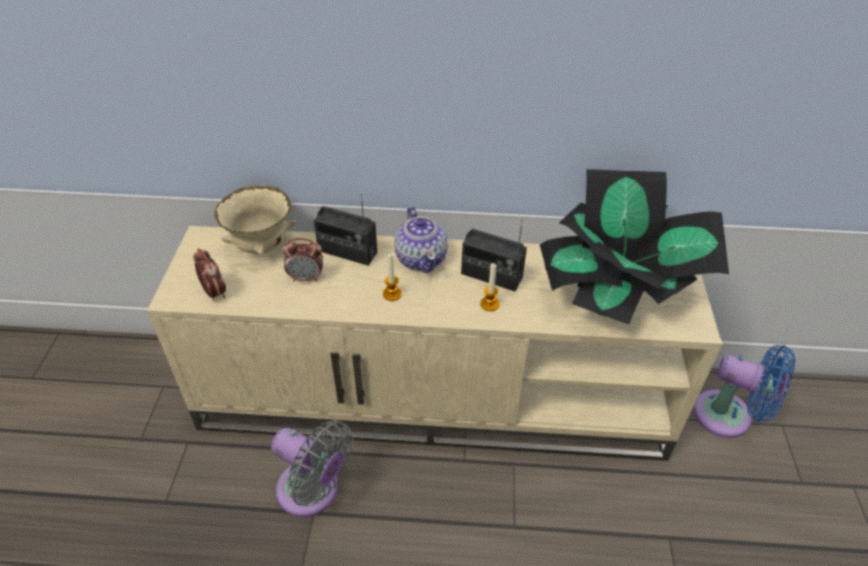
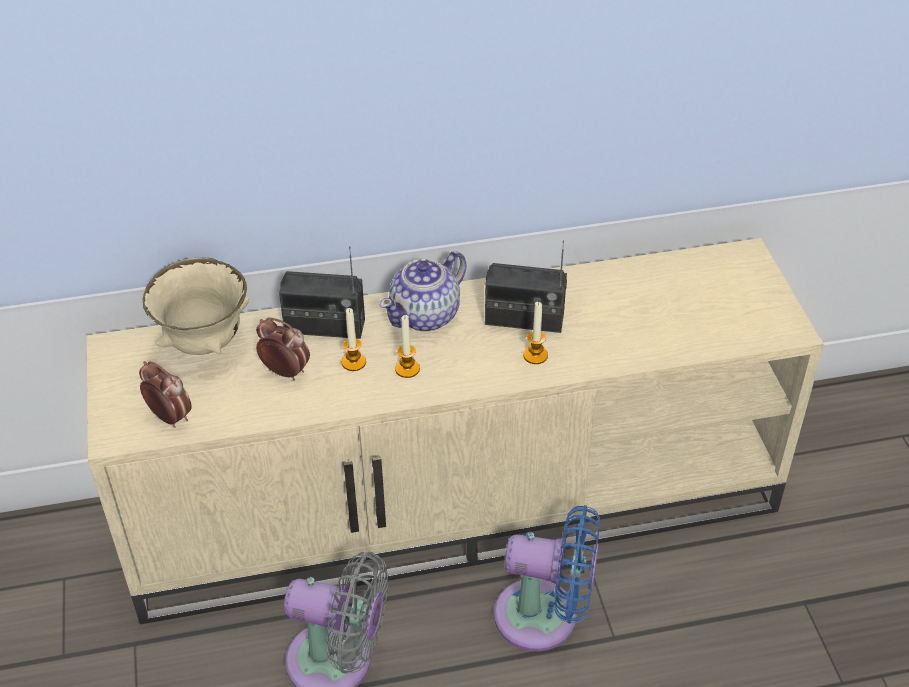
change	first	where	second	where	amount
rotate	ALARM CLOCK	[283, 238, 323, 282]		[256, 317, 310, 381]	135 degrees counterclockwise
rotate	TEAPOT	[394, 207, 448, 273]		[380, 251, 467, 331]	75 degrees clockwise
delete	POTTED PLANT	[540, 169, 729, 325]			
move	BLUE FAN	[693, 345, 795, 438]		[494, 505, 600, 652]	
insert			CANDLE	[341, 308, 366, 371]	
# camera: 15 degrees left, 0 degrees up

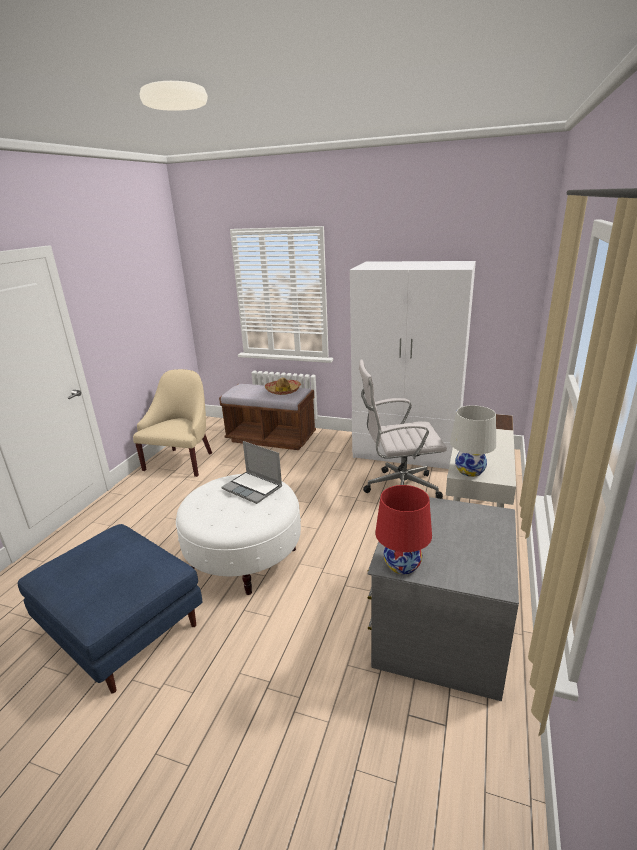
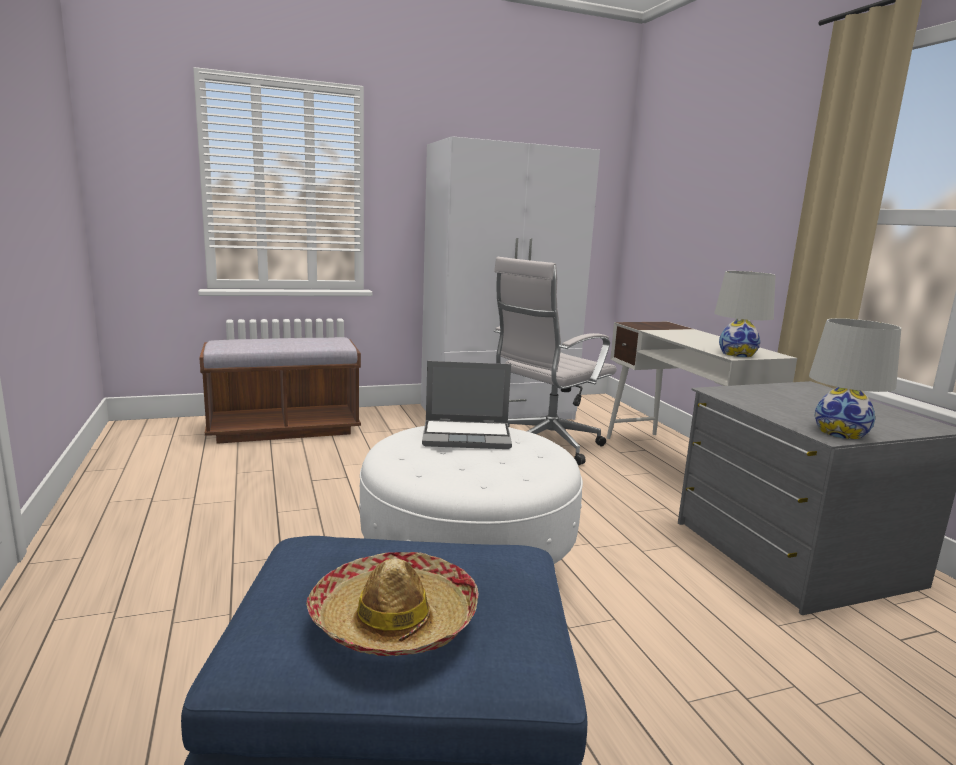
change	first	where	second	where	amount
delete	BEIGE ARMCHAIR	[133, 369, 212, 477]			
move	HAT	[265, 378, 301, 395]		[306, 552, 479, 656]	
recolor	RED TABLE LAMP	[375, 485, 432, 575]	WHITE TABLE LAMP	[809, 318, 901, 439]	
# camera: 40 degrees left, 10 degrees down

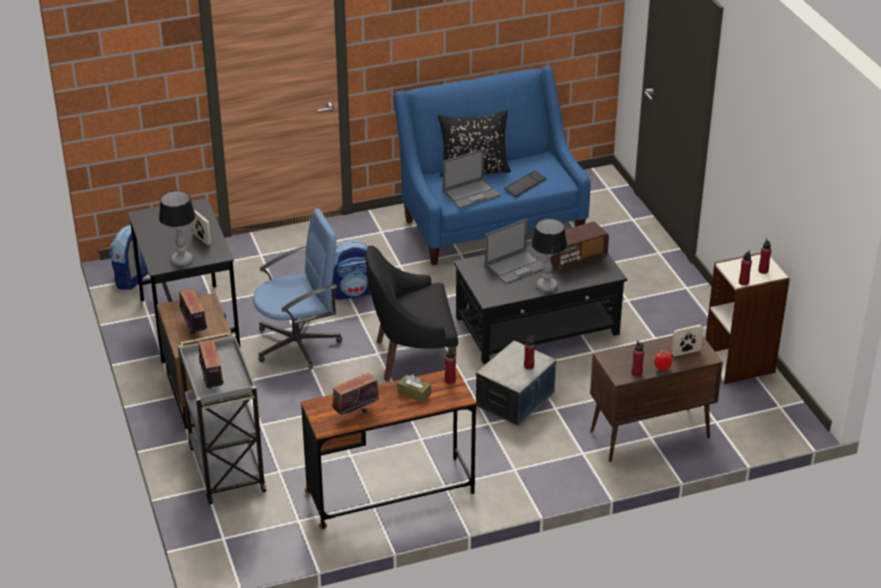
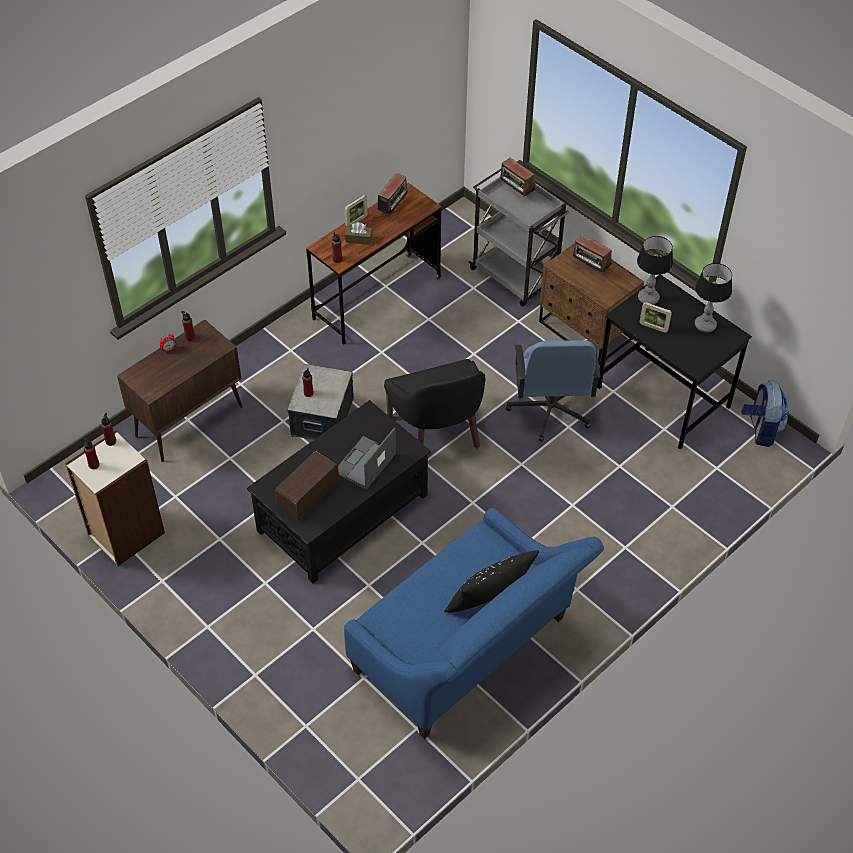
change	first	where	second	where	amount
rotate	BLUE OFFICE CHAIR	[253, 209, 342, 369]		[506, 340, 600, 442]	45 degrees counterclockwise
delete	BACKPACK	[332, 240, 371, 300]			
rotate	BLACK ARMCHAIR	[366, 246, 458, 381]		[384, 359, 485, 449]	105 degrees clockwise
delete	LAPTOP	[443, 149, 501, 208]			
delete	KEYBOARD	[504, 171, 547, 197]			
move	TABLE LAMP	[531, 218, 567, 292]		[695, 263, 732, 332]	
move	PICTURE FRAME	[671, 324, 703, 357]		[345, 195, 368, 227]	
# camera: 155 degrees right, 15 degrees up

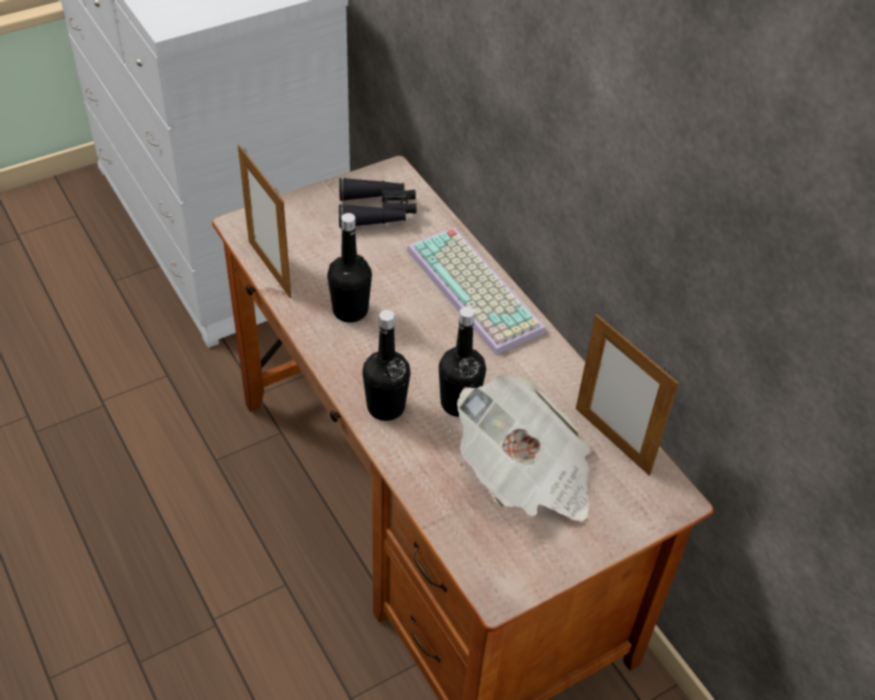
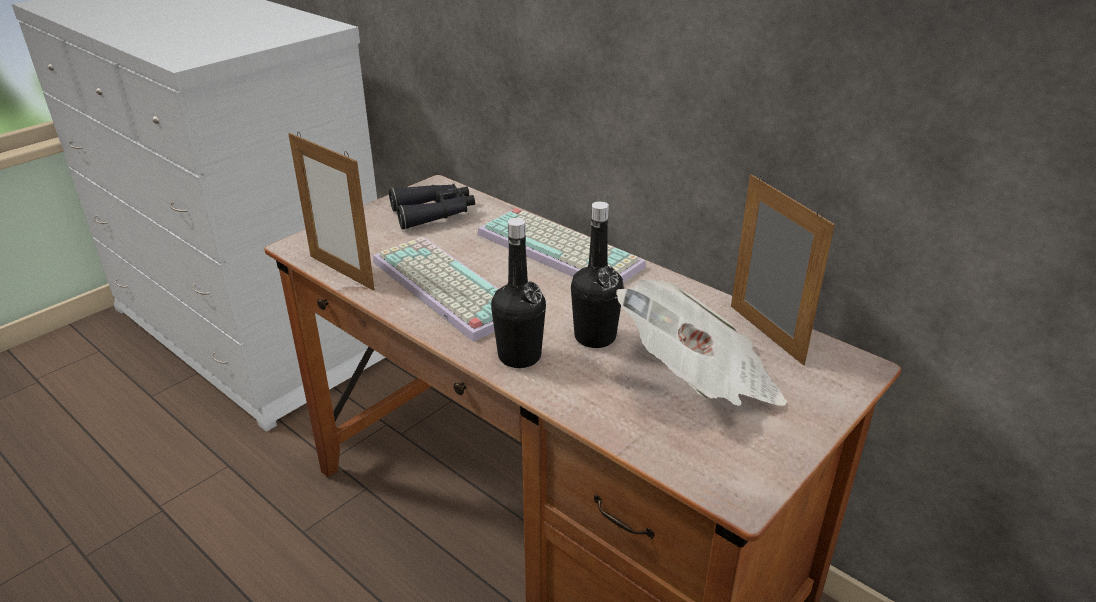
change	first	where	second	where	amount
replace	BLACK BOTTLE	[327, 213, 372, 323]	KEYBOARD	[373, 237, 498, 342]	
rotate	PICTURE FRAME	[576, 314, 679, 476]		[731, 174, 835, 365]	150 degrees counterclockwise
# camera: 15 degrees left, 15 degrees down

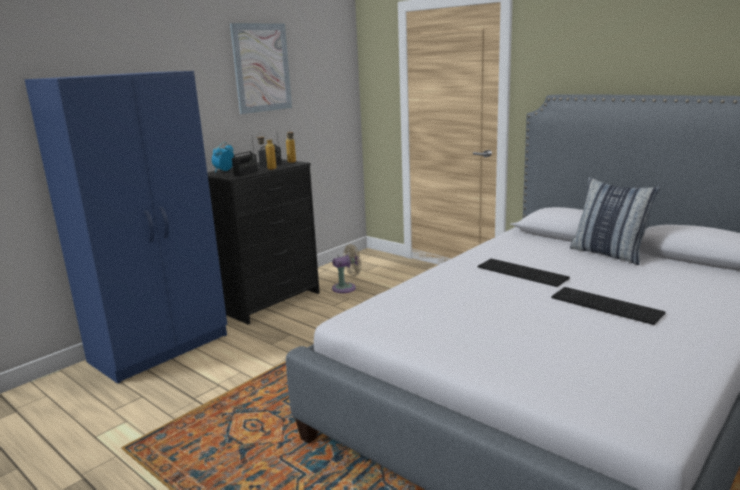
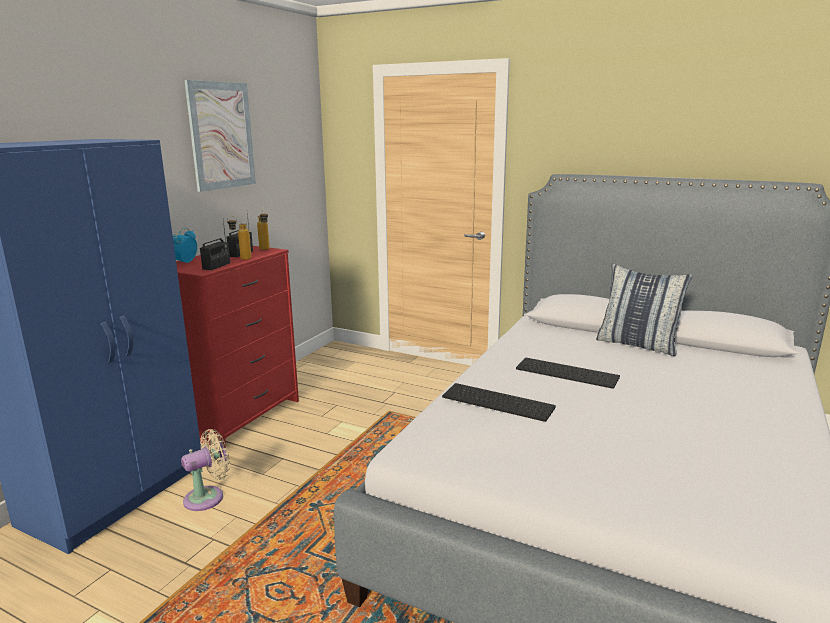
change	first	where	second	where	amount
recolor	BLACK DRESSER	[207, 159, 320, 325]	RED DRESSER	[176, 246, 299, 448]	
move	BEIGE FAN	[332, 244, 362, 293]		[181, 429, 230, 511]	
move	KEYBOARD	[551, 287, 666, 325]		[442, 383, 556, 422]	
# camera: 15 degrees left, 0 degrees up

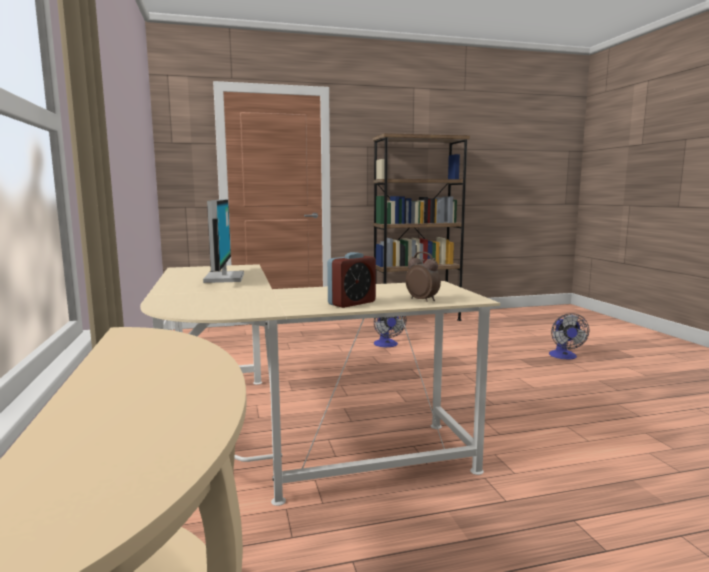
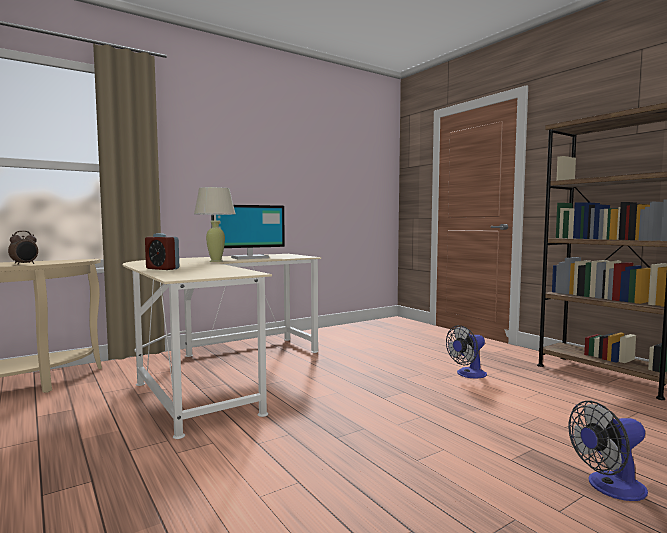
change	first	where	second	where	amount
move	ALARM CLOCK	[406, 252, 441, 302]		[8, 231, 38, 265]	
insert			BEIGE TABLE LAMP	[194, 187, 235, 262]	
# camera: 70 degrees right, 5 degrees down

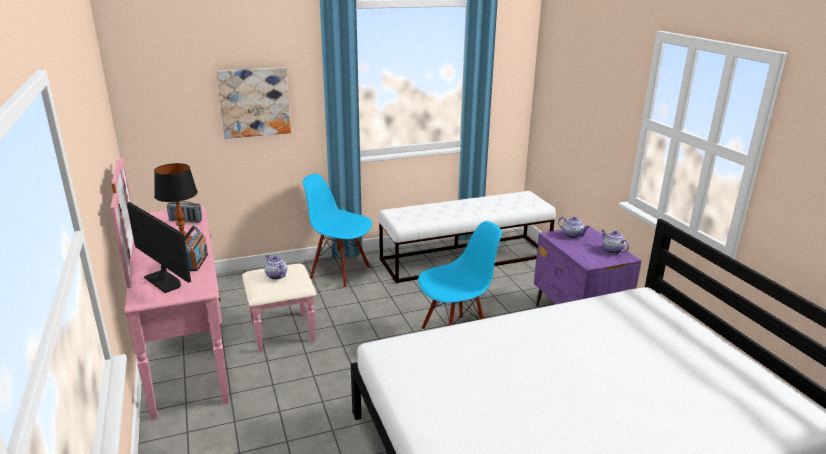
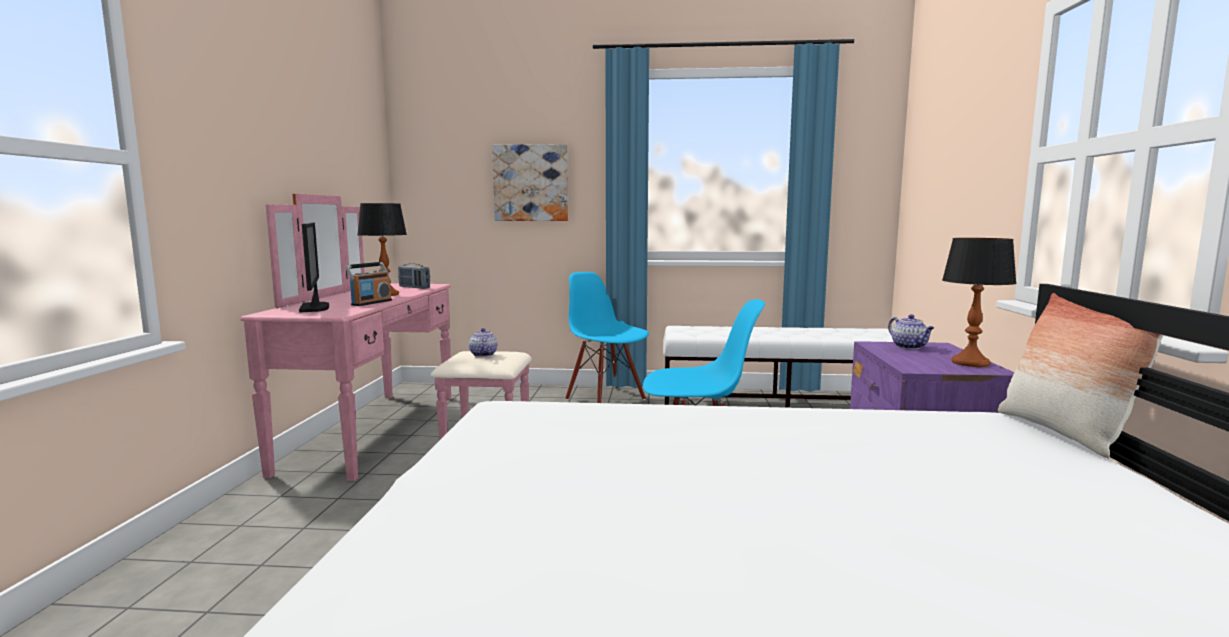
change	first	where	second	where	amount
replace	TEAPOT	[601, 230, 629, 254]	TABLE LAMP	[942, 238, 1017, 367]	
insert			PILLOW	[998, 293, 1163, 458]	
# camera: 25 degrees right, 15 degrees down

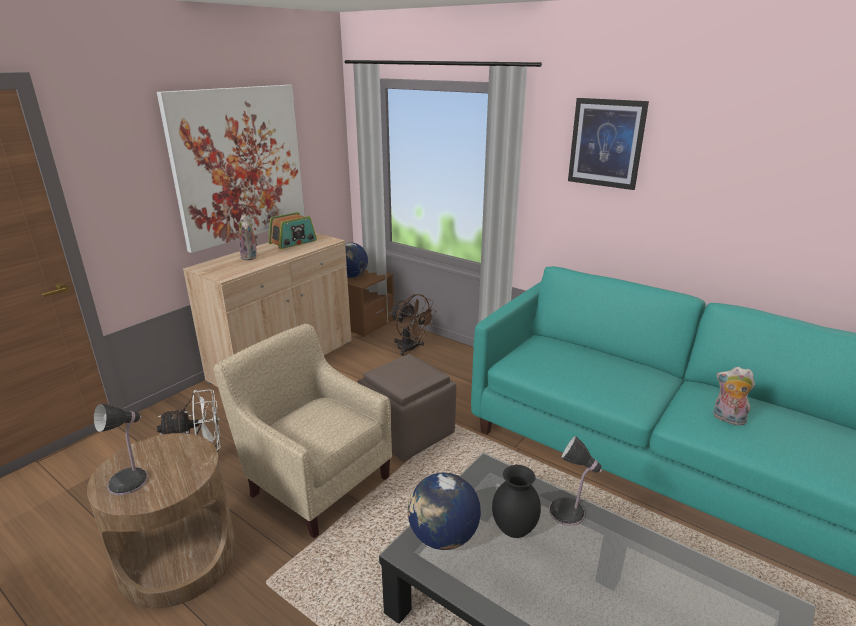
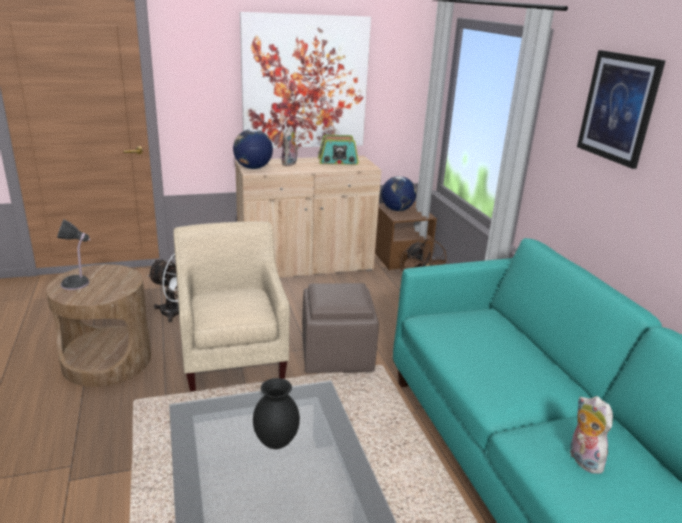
change	first	where	second	where	amount
move	GLOBE	[408, 473, 481, 550]		[233, 129, 273, 169]	
delete	TABLE LAMP	[549, 436, 602, 526]			
# camera: 35 degrees right, 0 degrees up

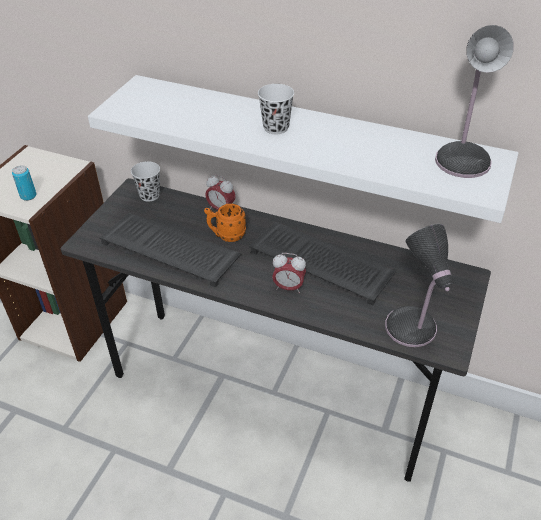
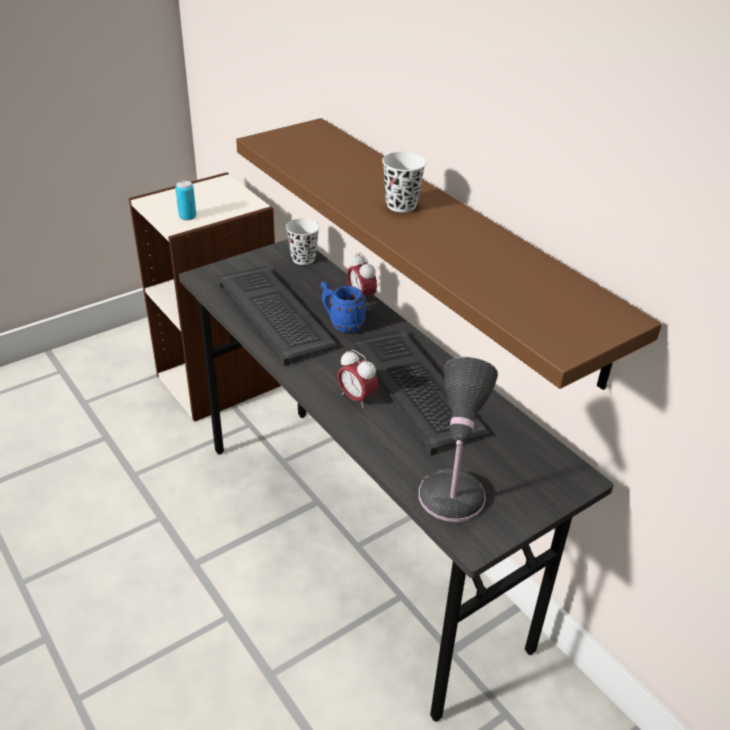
change	first	where	second	where	amount
recolor	WHITE SHELF	[88, 75, 519, 223]	BROWN SHELF	[236, 118, 662, 390]	
recolor	ORANGE MUG	[204, 203, 246, 242]	BLUE MUG	[321, 281, 366, 333]	
delete	TABLE LAMP	[435, 25, 514, 178]			
# camera: 30 degrees right, 5 degrees down

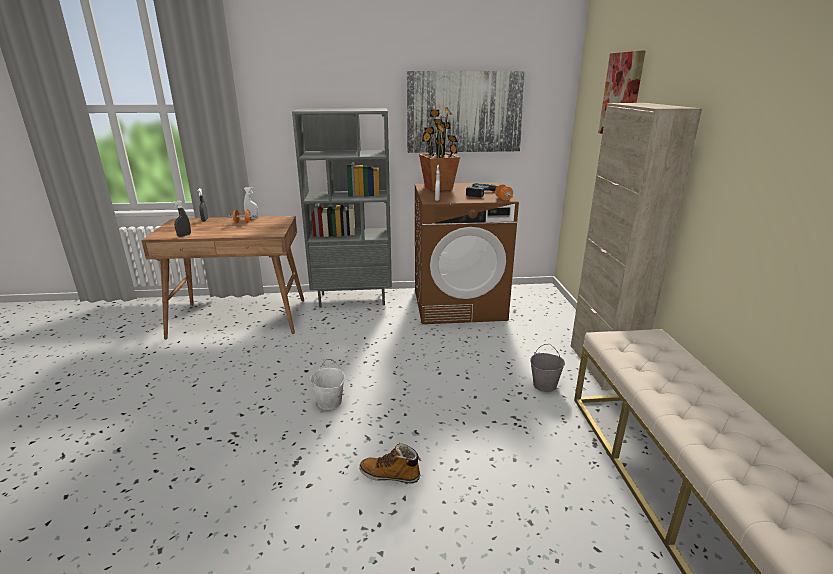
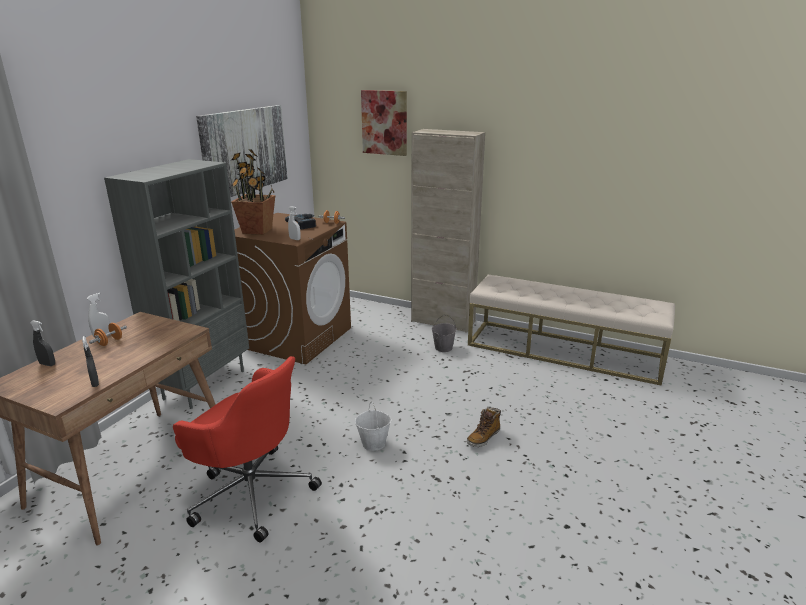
change	first	where	second	where	amount
insert			RED OFFICE CHAIR	[173, 356, 322, 542]	
# camera: 60 degrees left, 0 degrees up

